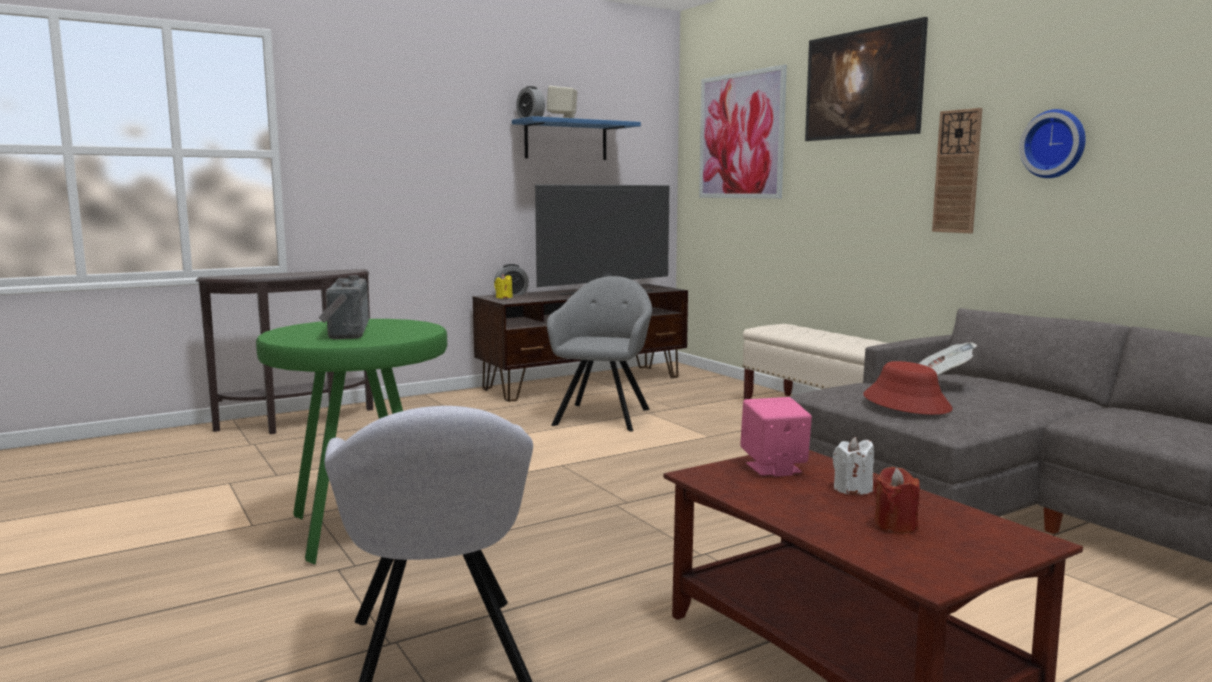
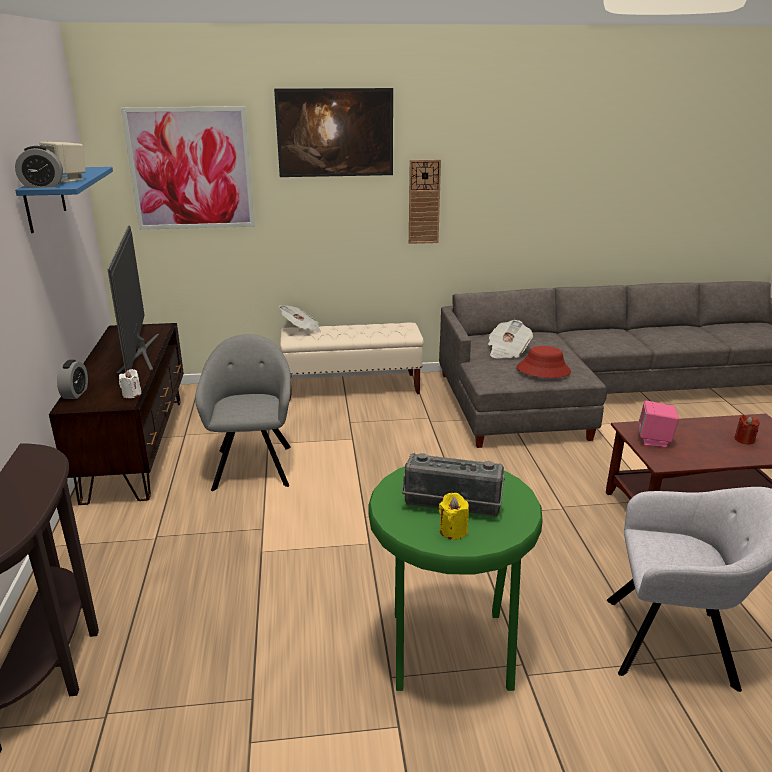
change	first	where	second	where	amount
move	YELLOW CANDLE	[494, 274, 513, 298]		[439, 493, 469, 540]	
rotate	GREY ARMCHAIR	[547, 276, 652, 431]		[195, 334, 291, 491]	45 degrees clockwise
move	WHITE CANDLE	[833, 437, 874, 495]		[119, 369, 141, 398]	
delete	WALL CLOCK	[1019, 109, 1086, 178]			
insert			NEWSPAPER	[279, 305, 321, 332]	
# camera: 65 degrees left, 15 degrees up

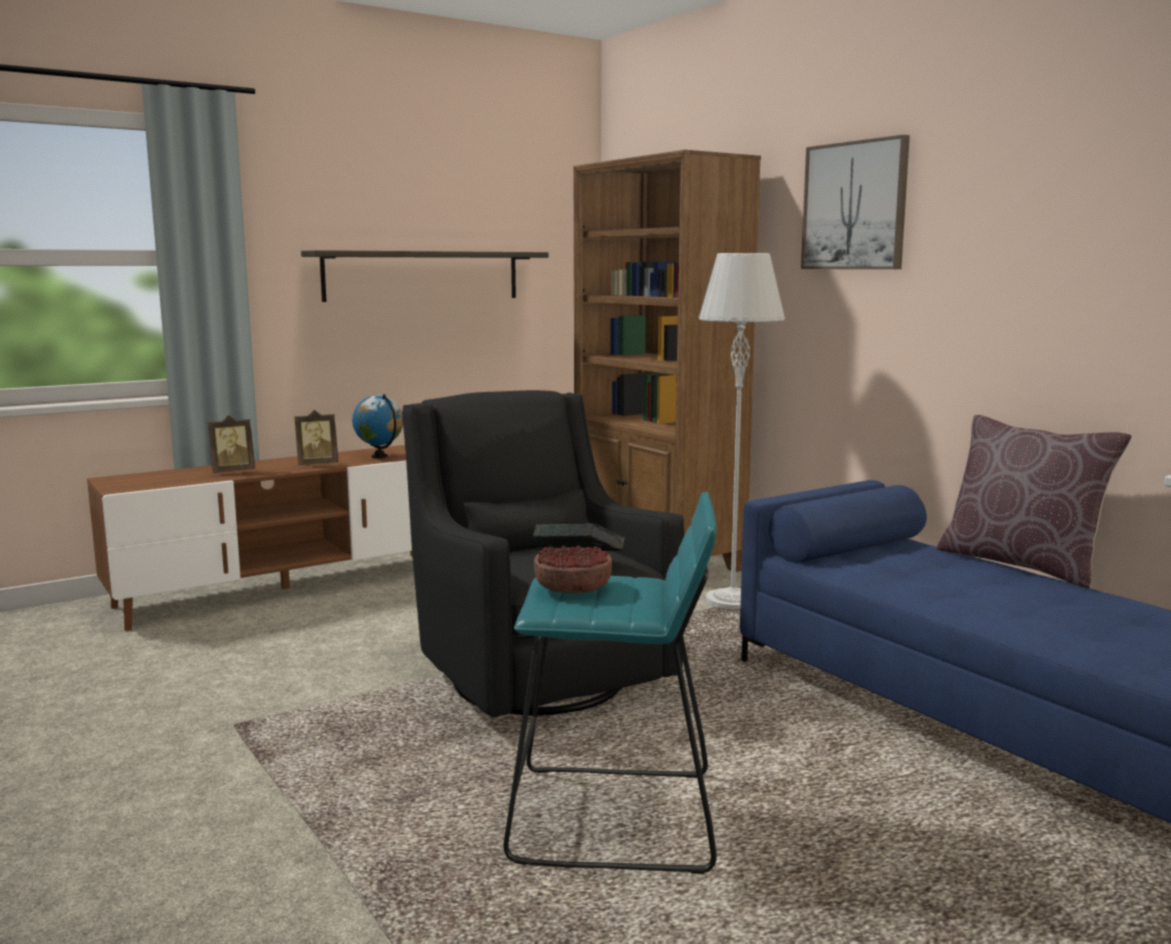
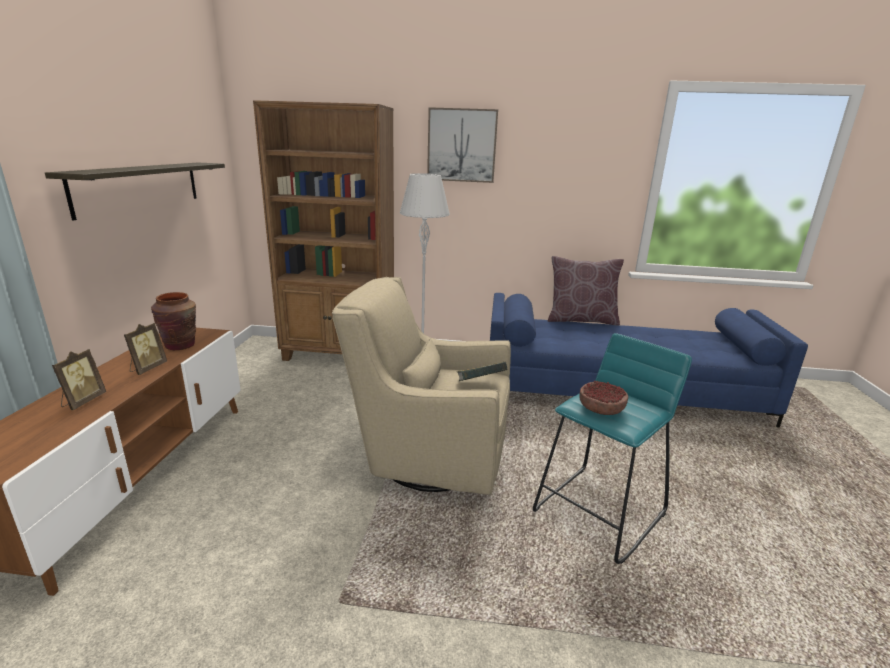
change	first	where	second	where	amount
replace	GLOBE	[352, 394, 403, 458]	BROWN VASE	[151, 292, 196, 350]	
recolor	BLACK ARMCHAIR	[402, 390, 684, 717]	BEIGE ARMCHAIR	[332, 277, 511, 495]	
# camera: 50 degrees left, 10 degrees up

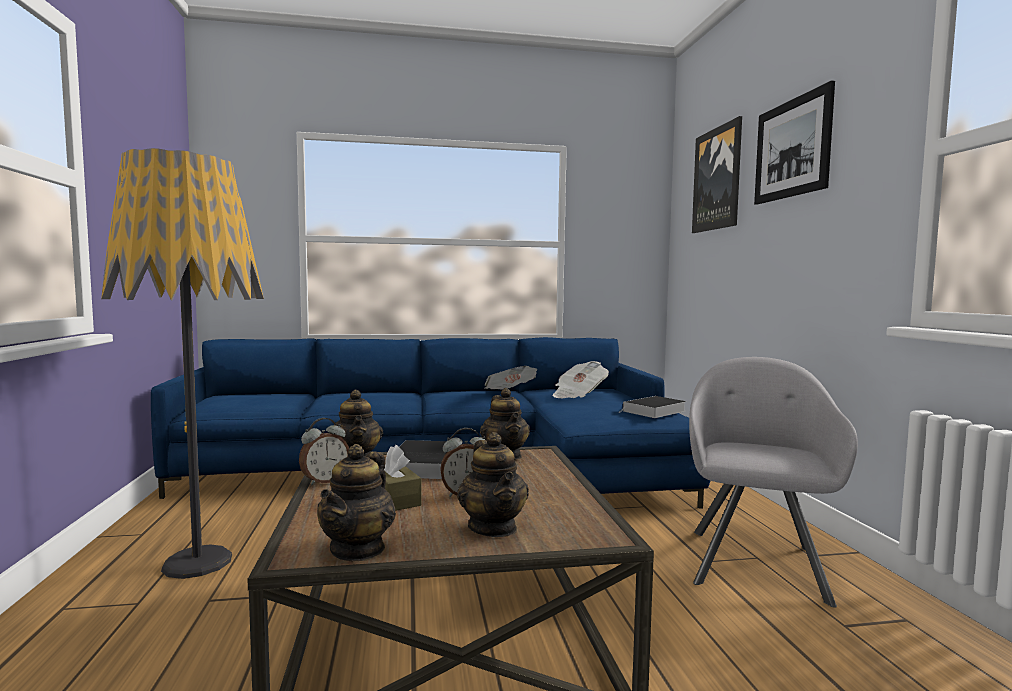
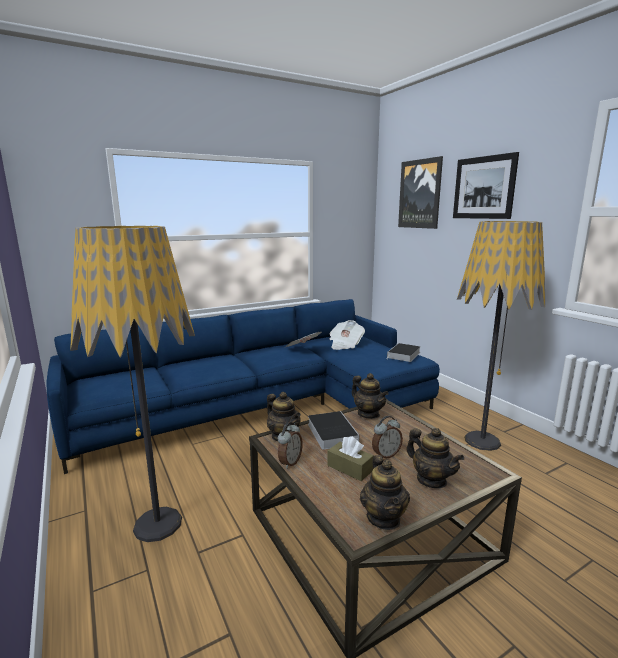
change	first	where	second	where	amount
replace	GREY ARMCHAIR	[689, 357, 858, 608]	FLOOR LAMP	[457, 221, 545, 451]	
# camera: 20 degrees left, 10 degrees up

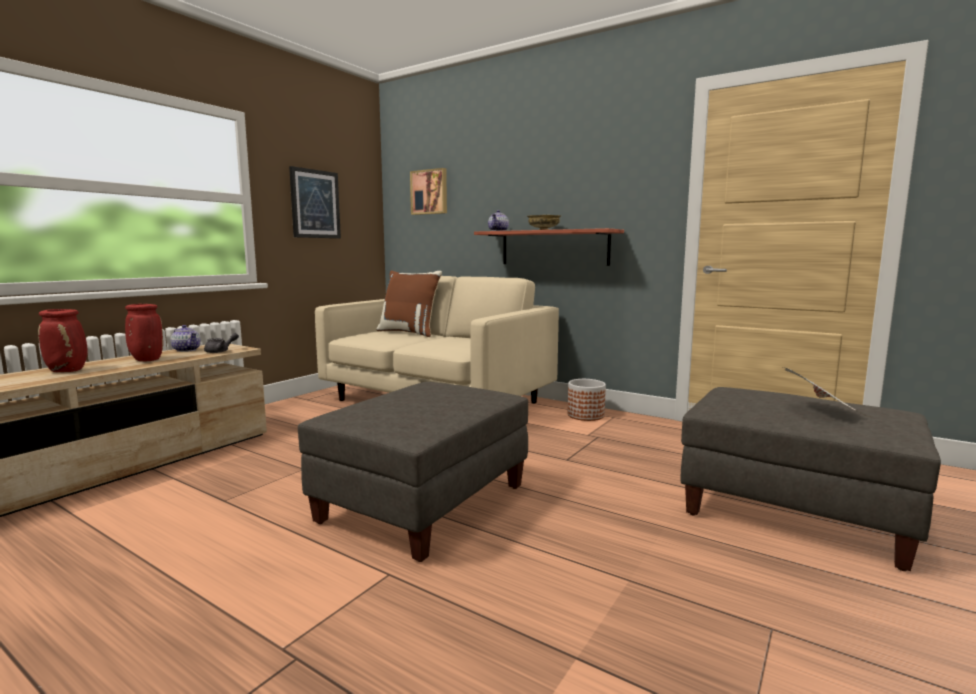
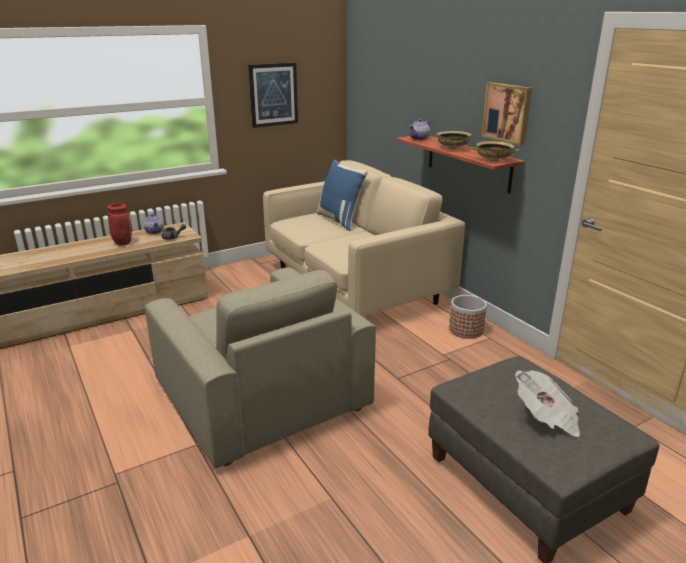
change	first	where	second	where	amount
delete	RED VASE	[38, 309, 88, 372]			
replace	GREY OTTOMAN	[298, 382, 528, 562]	BEIGE ARMCHAIR	[145, 268, 376, 468]	
recolor	BROWN PILLOW	[376, 271, 442, 337]	BLUE PILLOW	[317, 160, 368, 231]	
move	PICTURE	[410, 168, 447, 215]		[481, 82, 532, 146]	
insert			BEIGE BOWL	[471, 141, 519, 162]	
# camera: 25 degrees right, 15 degrees up

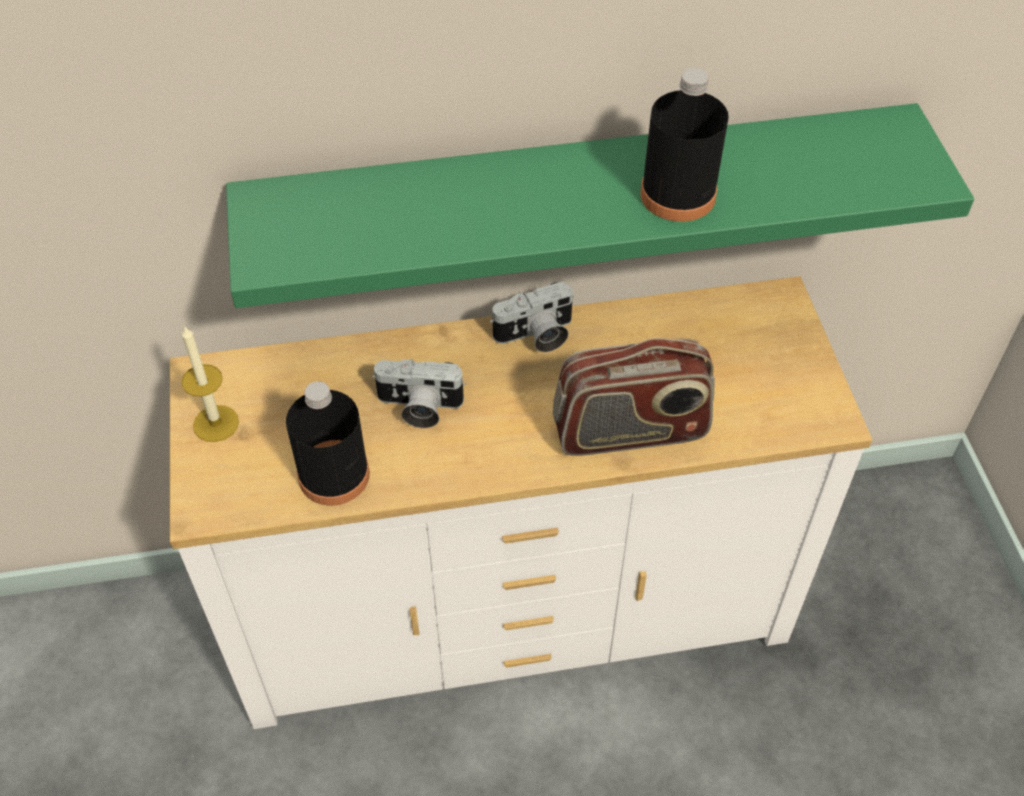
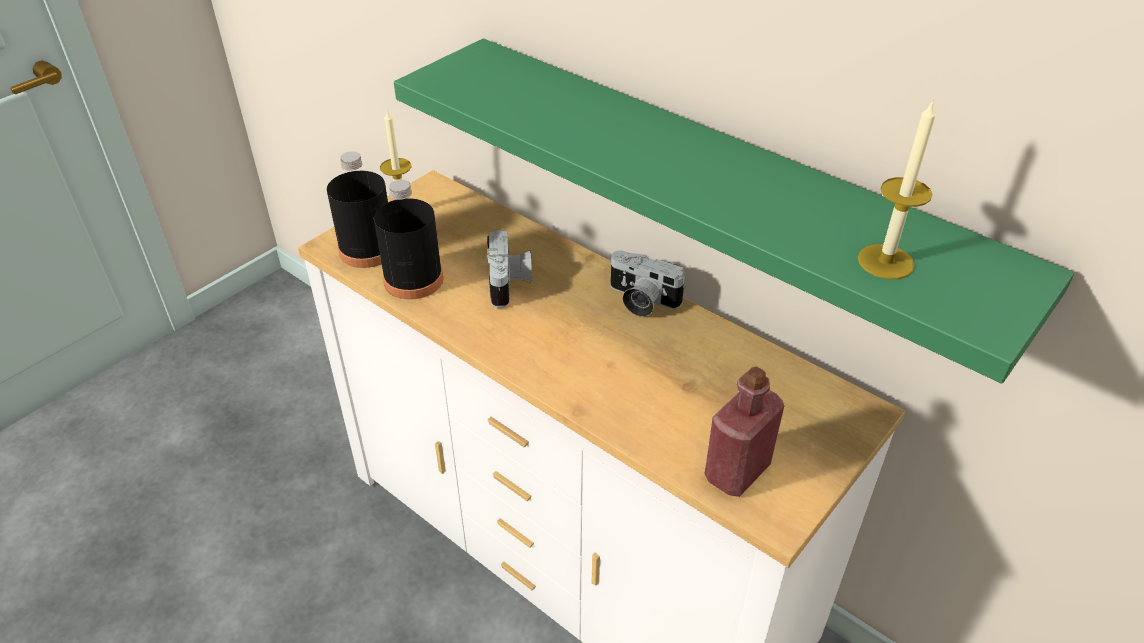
change	first	where	second	where	amount
rotate	PHOTO CAMERA	[372, 359, 466, 428]		[487, 229, 532, 308]	150 degrees counterclockwise
delete	RADIO	[553, 338, 715, 456]			
move	BLACK BOTTLE	[640, 68, 729, 222]		[327, 151, 388, 268]	
insert			RED BOTTLE	[705, 366, 784, 497]	
insert			CANDLE	[858, 101, 936, 279]	
# camera: 50 degrees right, 10 degrees down

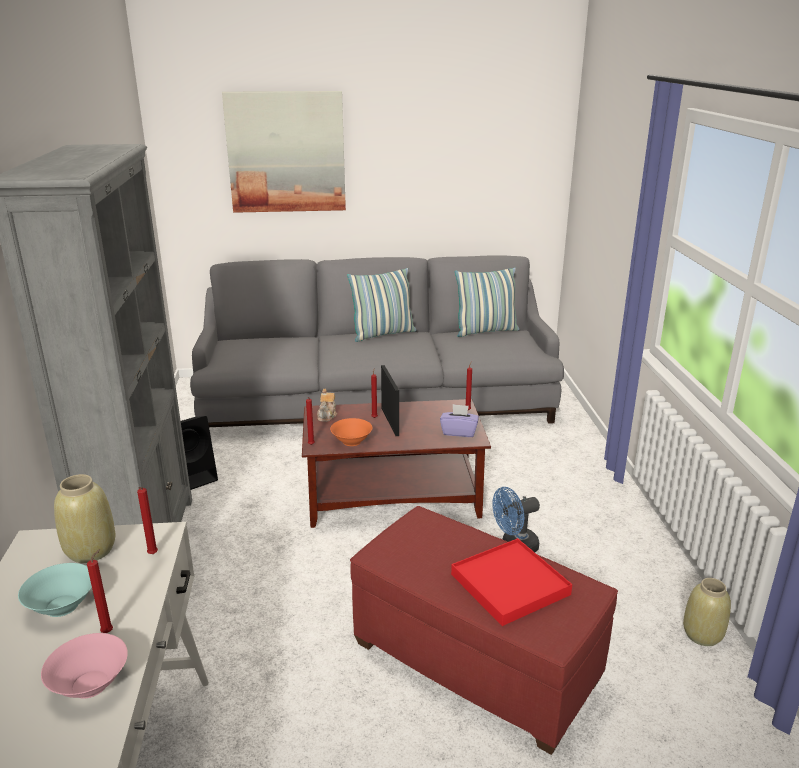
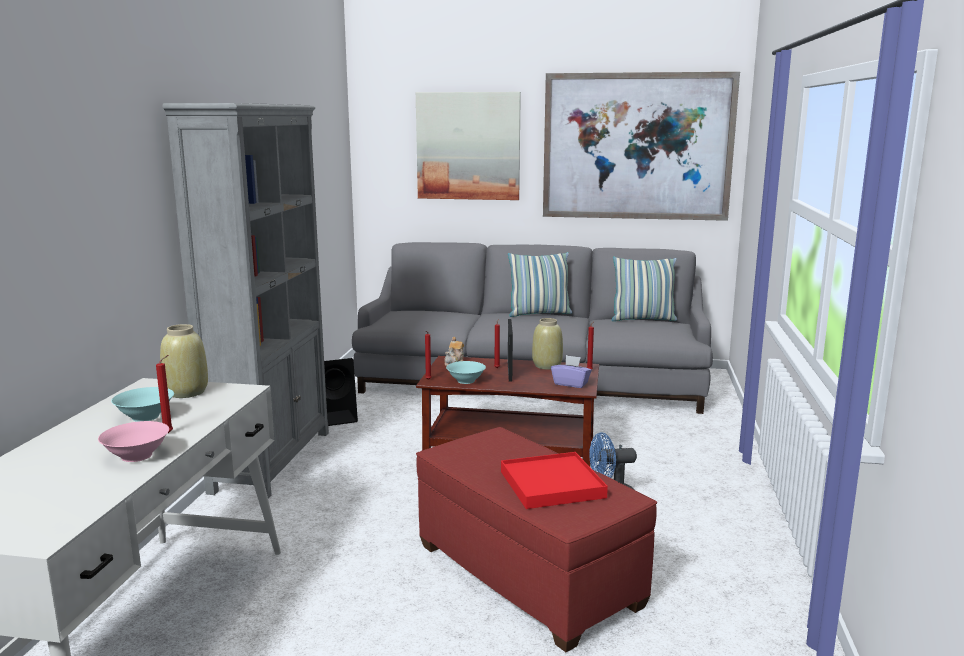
change	first	where	second	where	amount
delete	RED CANDLE	[137, 487, 158, 554]			
recolor	ORANGE BOWL	[330, 418, 373, 446]	TURQUOISE BOWL	[446, 361, 486, 384]	
move	BEIGE VASE	[683, 578, 731, 646]		[532, 318, 563, 370]	
insert			PICTURE	[543, 72, 740, 221]	
# camera: 15 degrees right, 10 degrees down

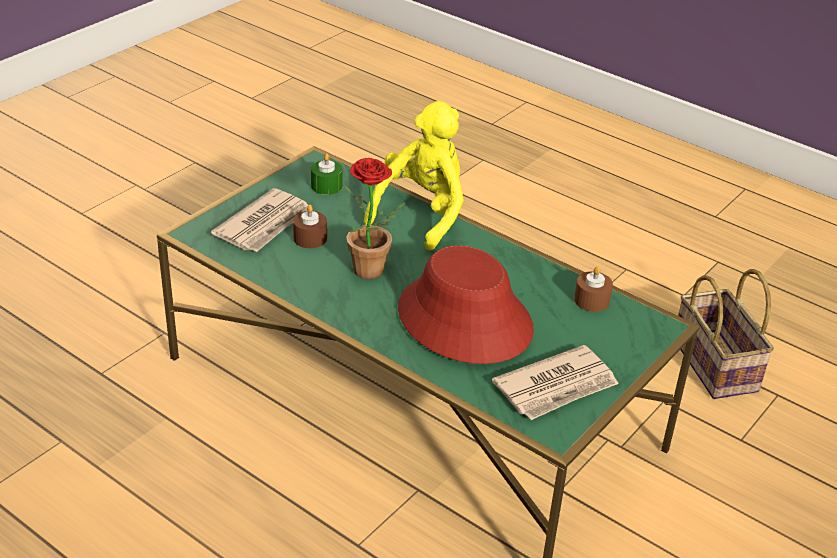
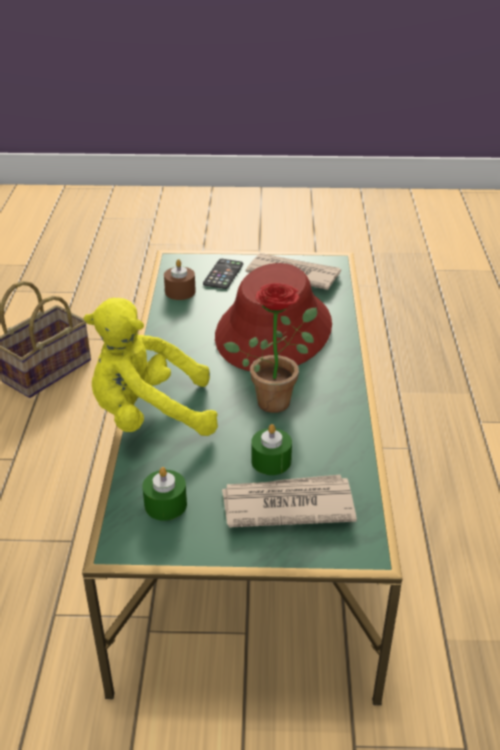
change	first	where	second	where	amount
recolor	BROWN CANDLE	[293, 205, 327, 248]	GREEN CANDLE	[251, 424, 292, 475]	
insert			PHONE	[203, 259, 243, 289]	
# camera: 125 degrees left, 0 degrees up

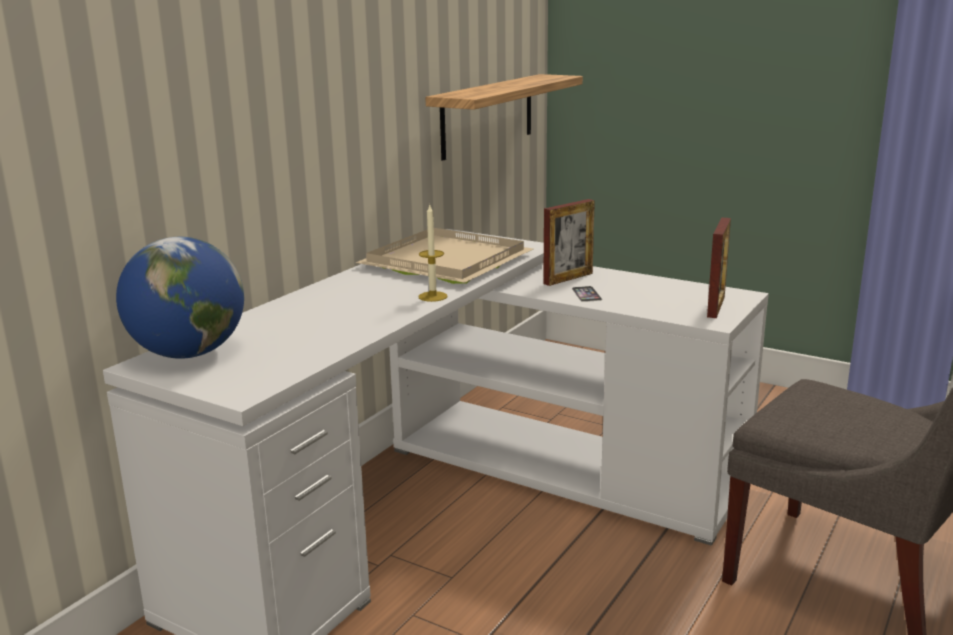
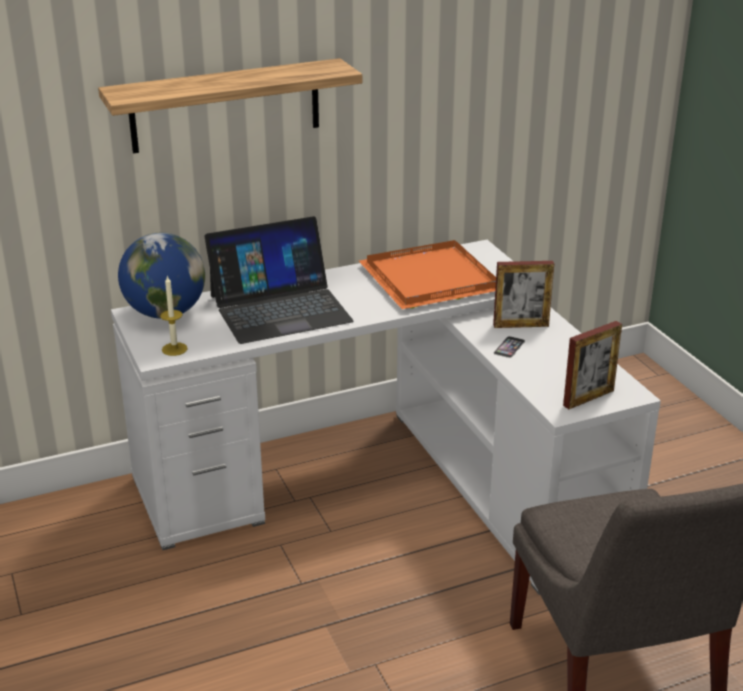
change	first	where	second	where	amount
recolor	BEIGE TRAY	[355, 228, 533, 284]	ORANGE TRAY	[359, 240, 496, 309]	
move	CANDLE	[418, 205, 448, 302]		[160, 275, 188, 356]	
move	SHELF	[425, 74, 583, 160]		[98, 58, 362, 154]	
insert			LAPTOP	[204, 216, 354, 344]	
# camera: 35 degrees right, 10 degrees up

